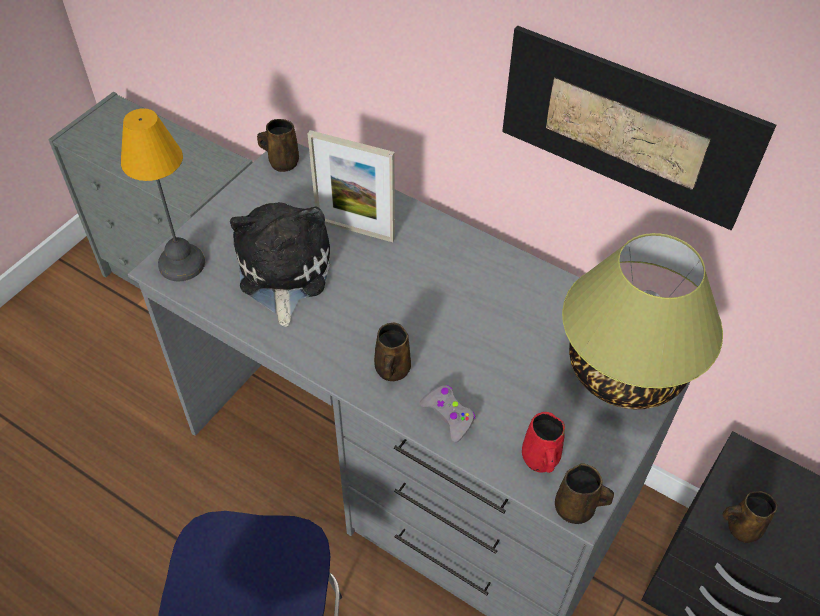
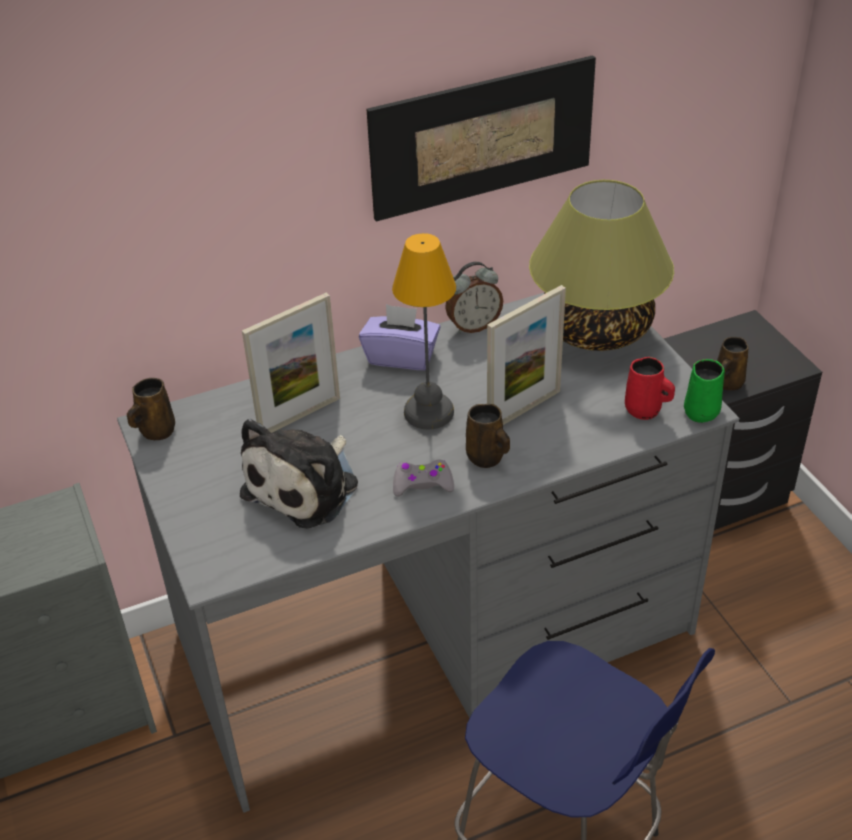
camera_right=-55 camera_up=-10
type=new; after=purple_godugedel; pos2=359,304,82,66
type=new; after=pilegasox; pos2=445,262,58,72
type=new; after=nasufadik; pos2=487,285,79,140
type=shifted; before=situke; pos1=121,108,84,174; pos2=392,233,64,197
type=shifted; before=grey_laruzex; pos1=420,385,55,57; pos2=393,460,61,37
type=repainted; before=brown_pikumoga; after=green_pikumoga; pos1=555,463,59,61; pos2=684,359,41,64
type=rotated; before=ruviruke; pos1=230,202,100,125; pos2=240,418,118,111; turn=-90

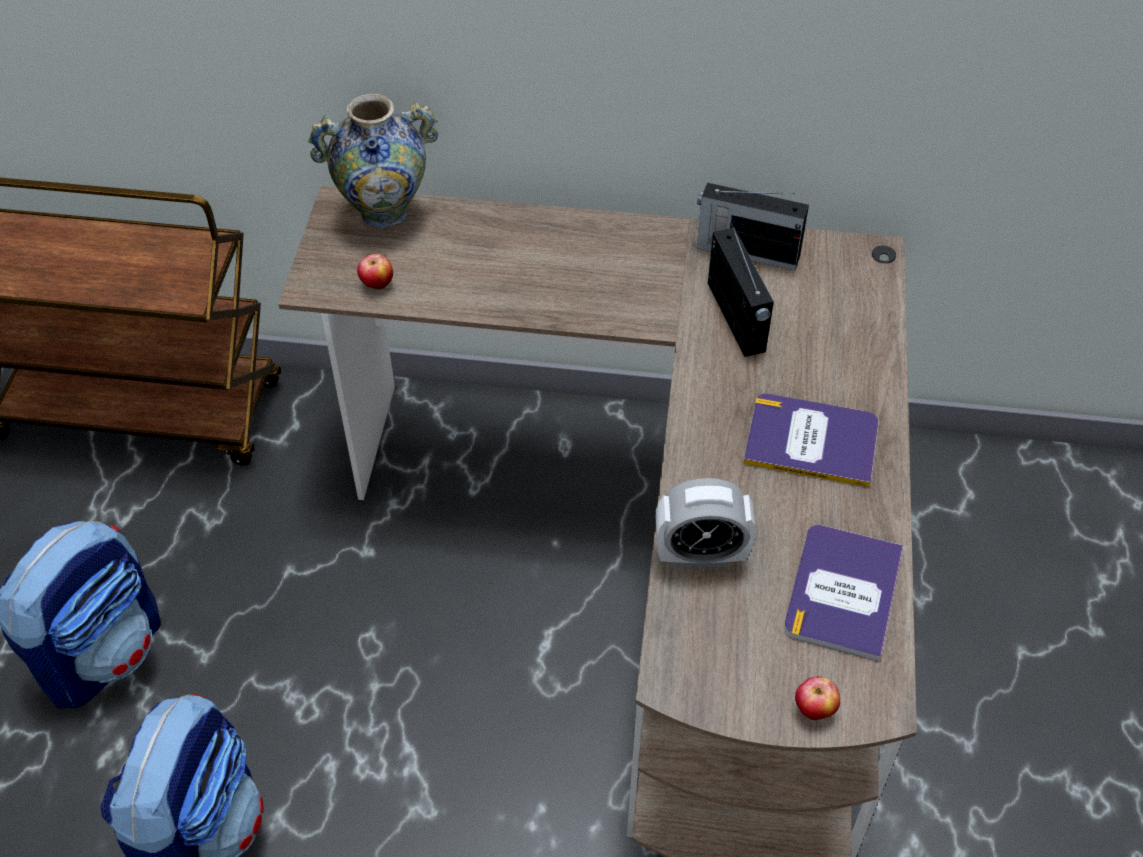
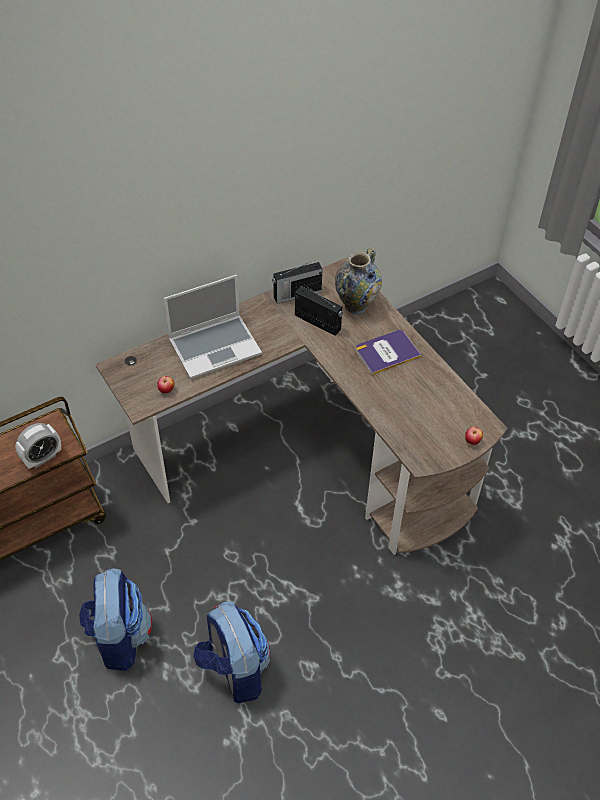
camera_right=-40 camera_up=0
type=gone; before=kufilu; pos1=784,525,119,136
type=new; after=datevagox; pos2=164,275,98,104
type=shifted; before=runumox; pos1=308,93,130,136; pos2=335,248,47,66
type=shifted; before=pilegasox; pos1=656,478,100,89; pos2=15,423,46,46

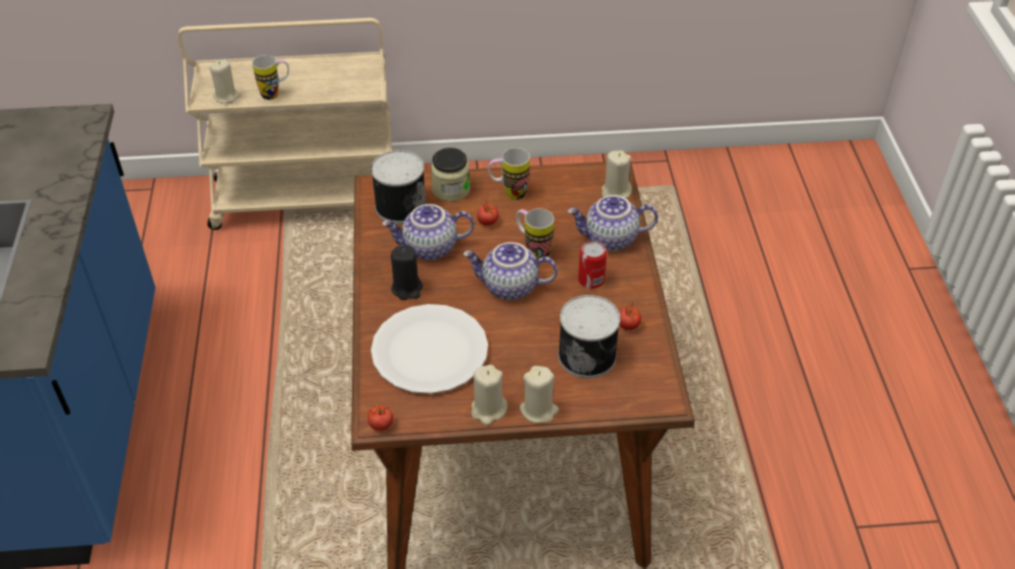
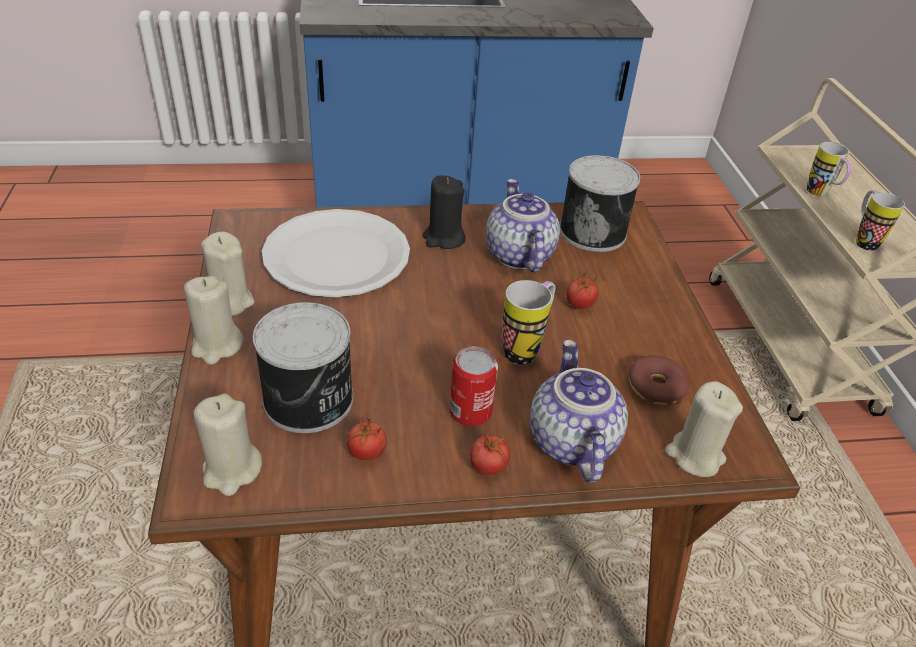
camera_right=85 camera_up=-5
type=gone; before=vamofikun; pos1=431,148,39,53
type=gone; before=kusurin; pos1=463,242,95,58
type=new; after=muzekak; pos2=629,355,60,50
type=shifted; before=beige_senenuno; pos1=209,60,32,43; pos2=193,394,69,102
type=shifted; before=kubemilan; pos1=368,404,25,27; pos2=470,425,40,50
type=shifted; before=pikumoga; pos1=488,148,42,52; pos2=856,190,49,61

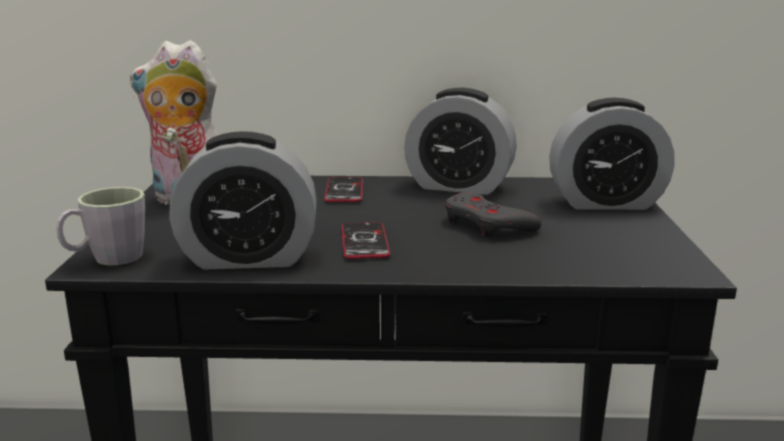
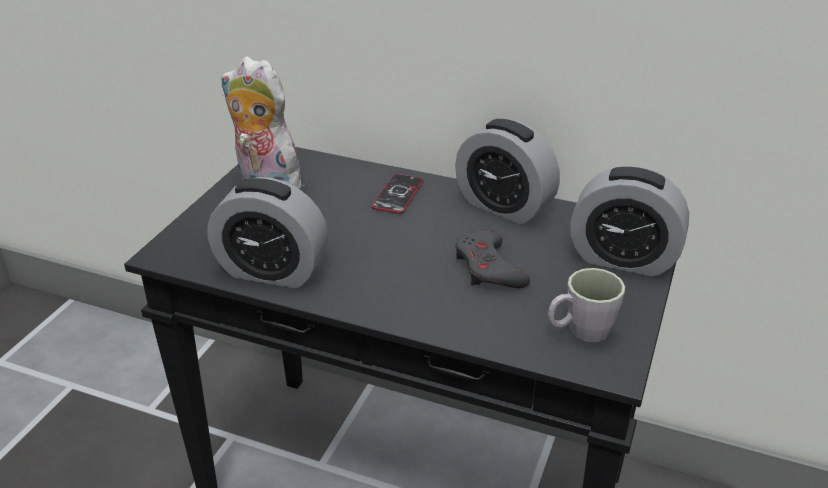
camera_right=20 camera_up=15
type=gone; before=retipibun; pos1=341,222,49,37
type=shifted; before=grey_pikumoga; pos1=56,187,89,79; pos2=548,268,77,74

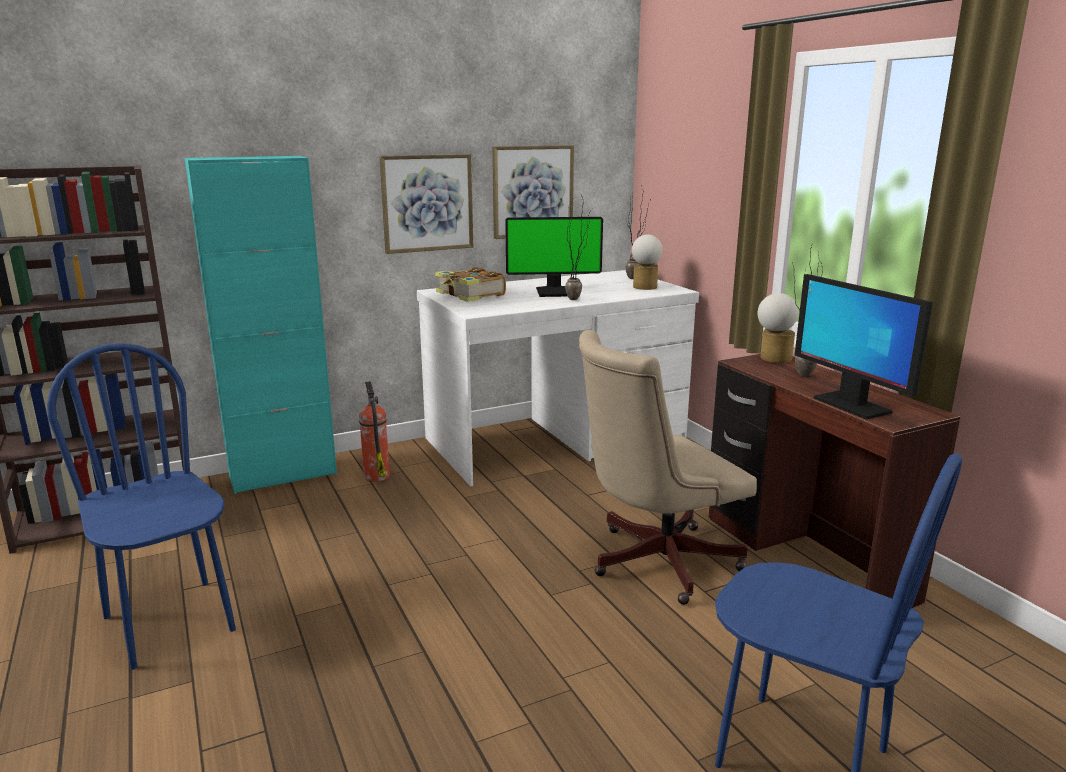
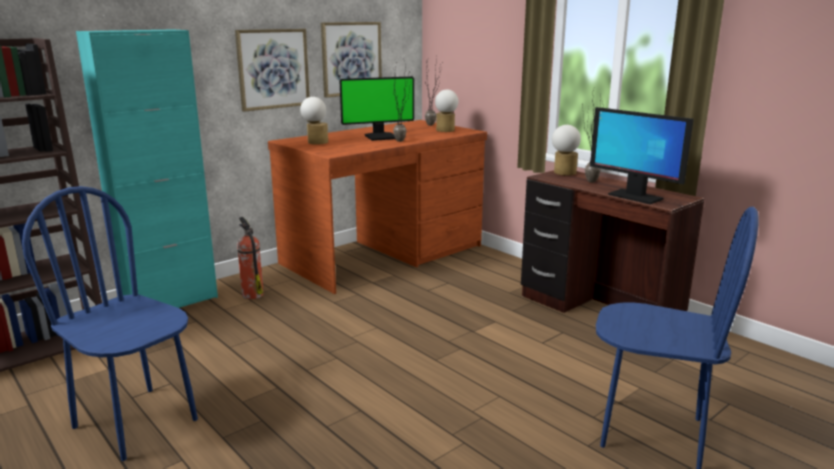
camera_right=-15 camera_up=0
type=gone; before=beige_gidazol; pos1=579,330,178,275
type=swapped; before=kufilu; after=situke; pos1=435,267,71,35; pos2=300,97,28,47
type=repainted; before=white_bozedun; after=brown_bozedun; pos1=417,270,282,216; pos2=268,120,219,174

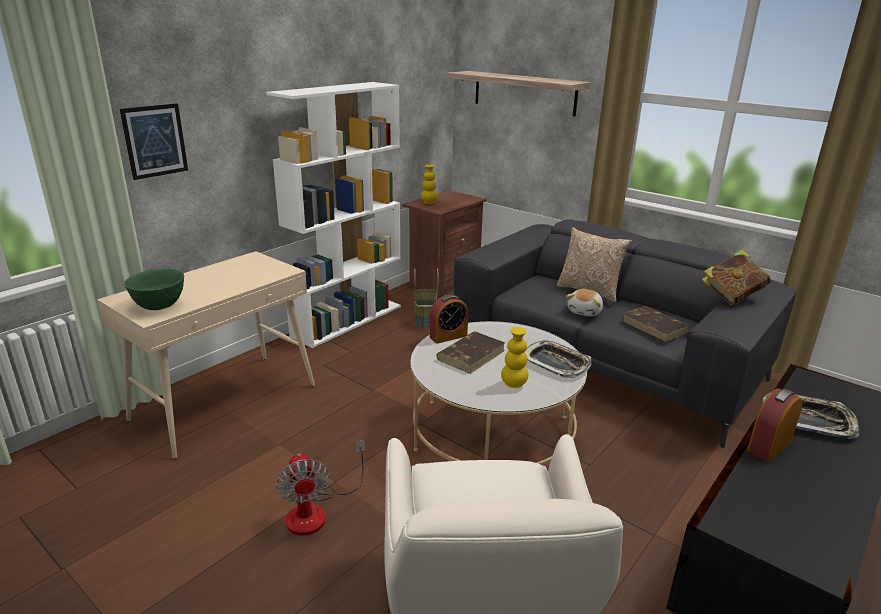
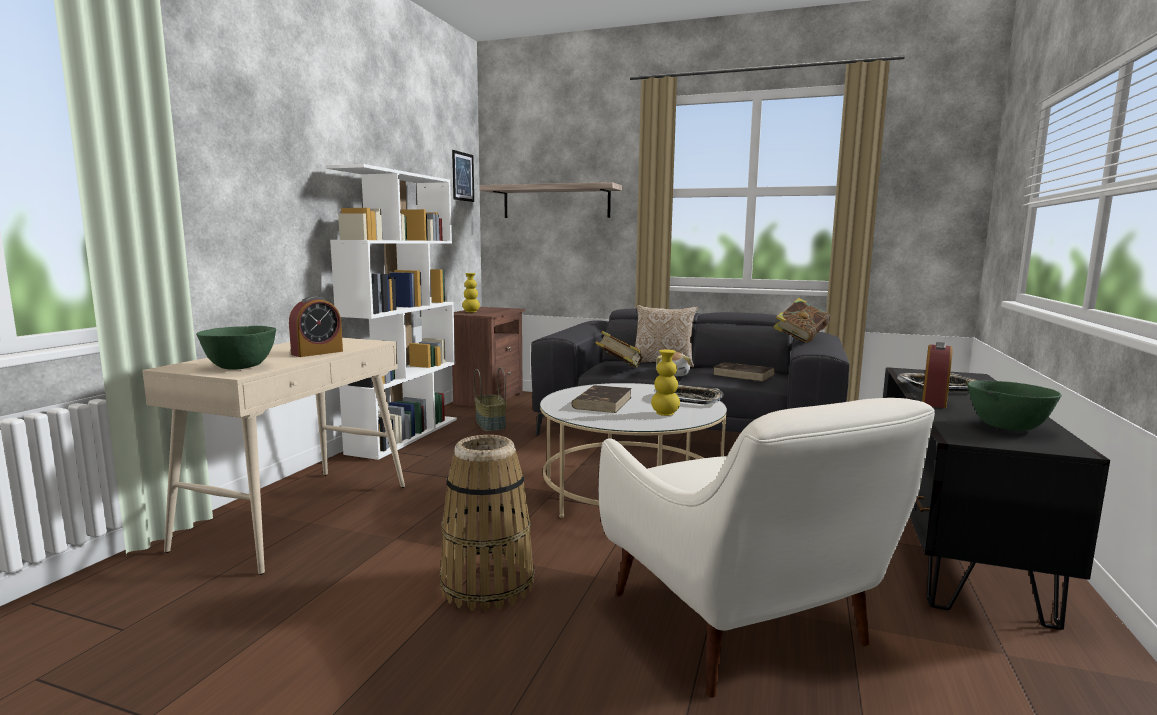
camera_right=-20 camera_up=-15
type=new; after=kufilu; pos2=595,330,48,38
type=new; after=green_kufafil; pos2=967,380,95,51
type=shifted; before=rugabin; pos1=120,103,68,77; pos2=452,150,22,52
type=shifted; before=pilegasox; pos1=430,295,38,49; pos2=289,296,54,61
type=swapped; before=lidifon; after=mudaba; pos1=276,440,89,96; pos2=440,435,94,176

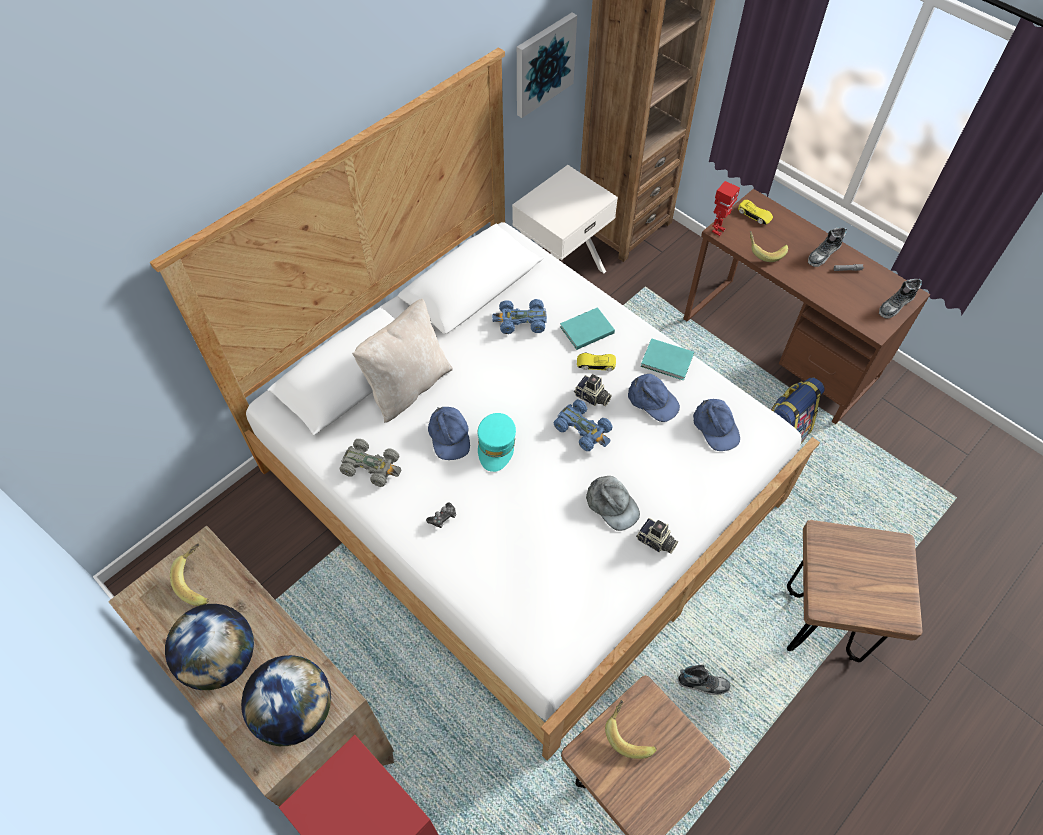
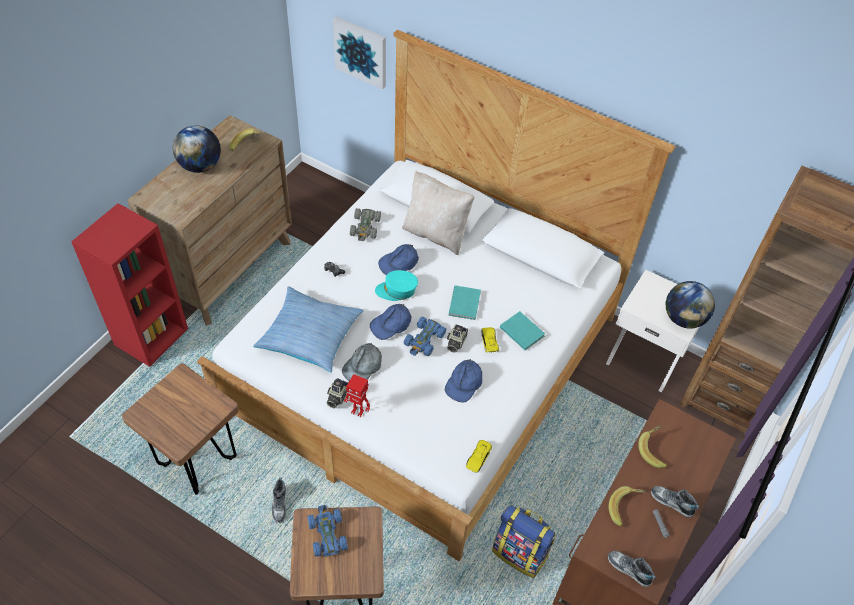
camera_right=75 camera_up=-5
type=new; after=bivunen; pos2=253,286,111,87
type=shifted; before=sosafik; pos1=241,655,90,91; pos2=666,281,49,48
type=shifted; before=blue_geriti; pos1=492,299,55,35; pos2=307,505,41,52
type=shifted; before=rugabin; pos1=517,13,60,105; pos2=333,17,53,72
type=shifted; before=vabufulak; pos1=605,700,52,59; pos2=609,486,37,41
type=shifted; before=turquoise_kufilu; pos1=640,338,54,43; pos2=449,285,32,35
type=shifted; before=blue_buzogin; pos1=693,399,47,52; pos2=370,304,42,36
type=shifted; before=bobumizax; pos1=712,181,28,55; pos2=344,374,26,43
type=shifted; before=yellow_geriti; pos1=738,200,35,25; pos2=466,440,26,33

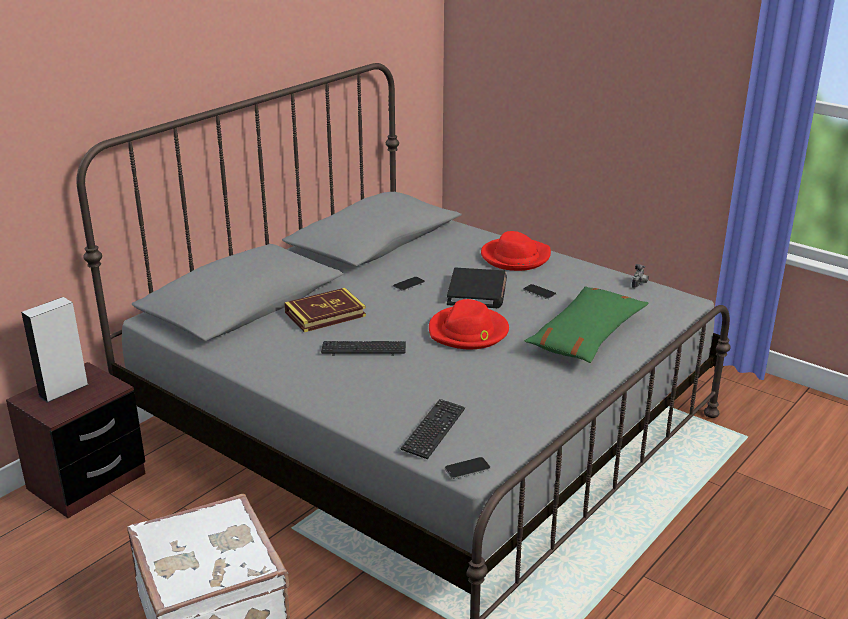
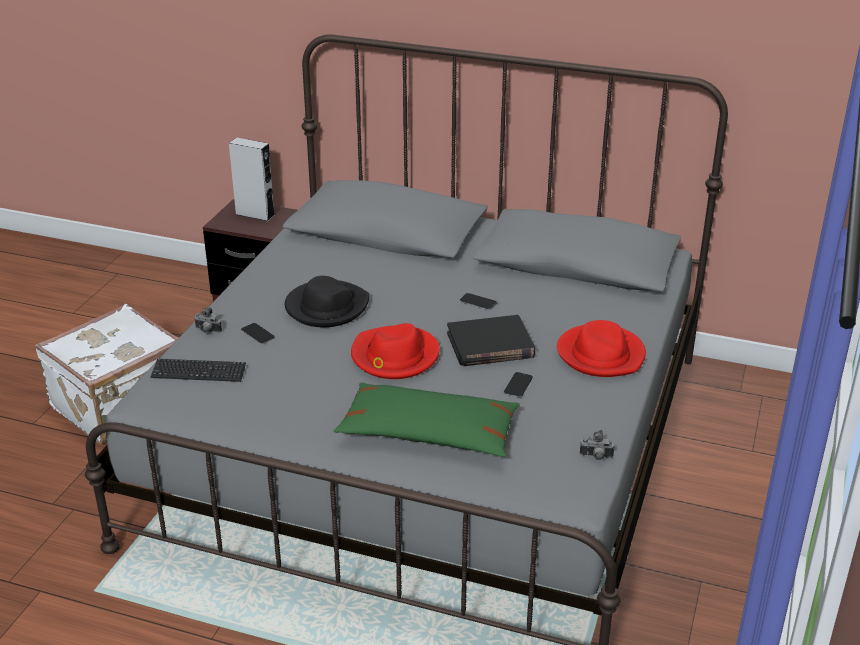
camera_right=70 camera_up=5
type=gone; before=kufilu; pos1=284,288,82,44
type=new; after=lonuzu; pos2=194,307,28,26
type=shifted; before=retipibun; pos1=445,457,45,22; pos2=241,323,34,21
type=swapped; before=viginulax; after=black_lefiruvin; pos1=321,341,85,15; pos2=285,276,85,51

